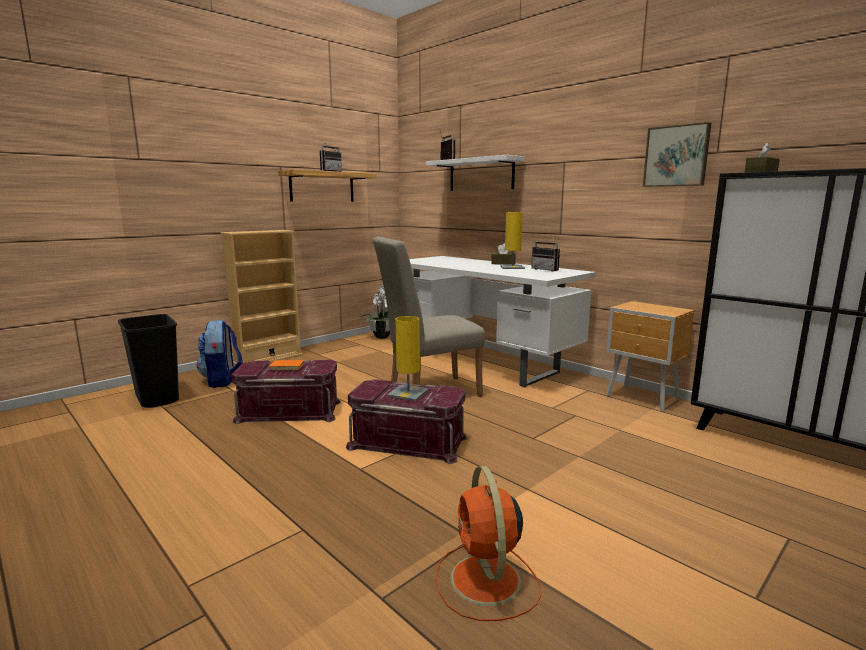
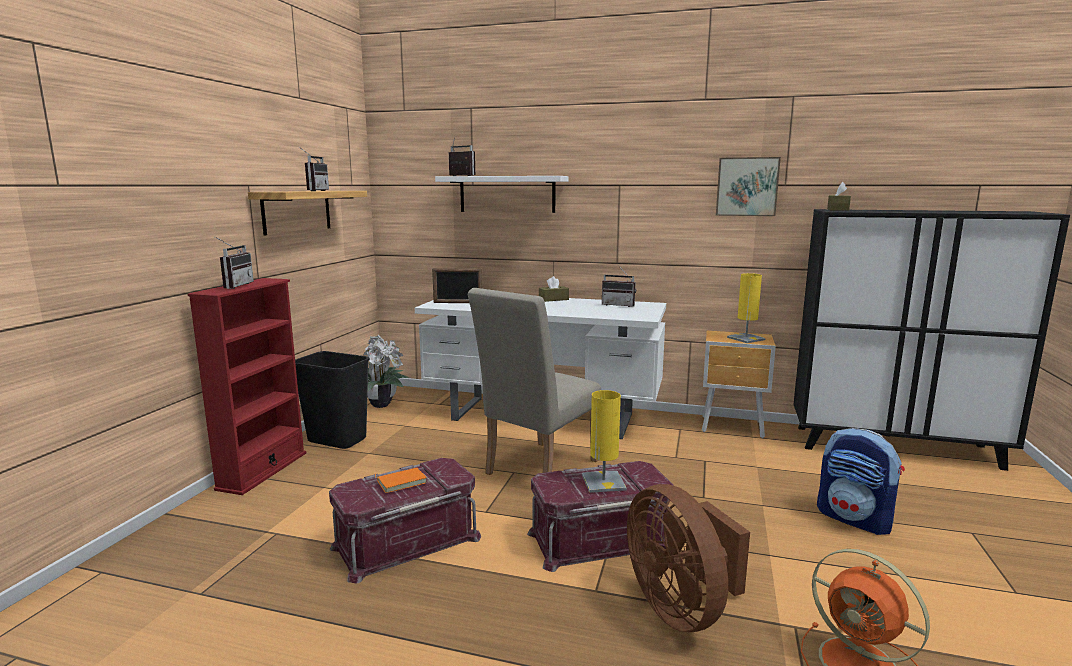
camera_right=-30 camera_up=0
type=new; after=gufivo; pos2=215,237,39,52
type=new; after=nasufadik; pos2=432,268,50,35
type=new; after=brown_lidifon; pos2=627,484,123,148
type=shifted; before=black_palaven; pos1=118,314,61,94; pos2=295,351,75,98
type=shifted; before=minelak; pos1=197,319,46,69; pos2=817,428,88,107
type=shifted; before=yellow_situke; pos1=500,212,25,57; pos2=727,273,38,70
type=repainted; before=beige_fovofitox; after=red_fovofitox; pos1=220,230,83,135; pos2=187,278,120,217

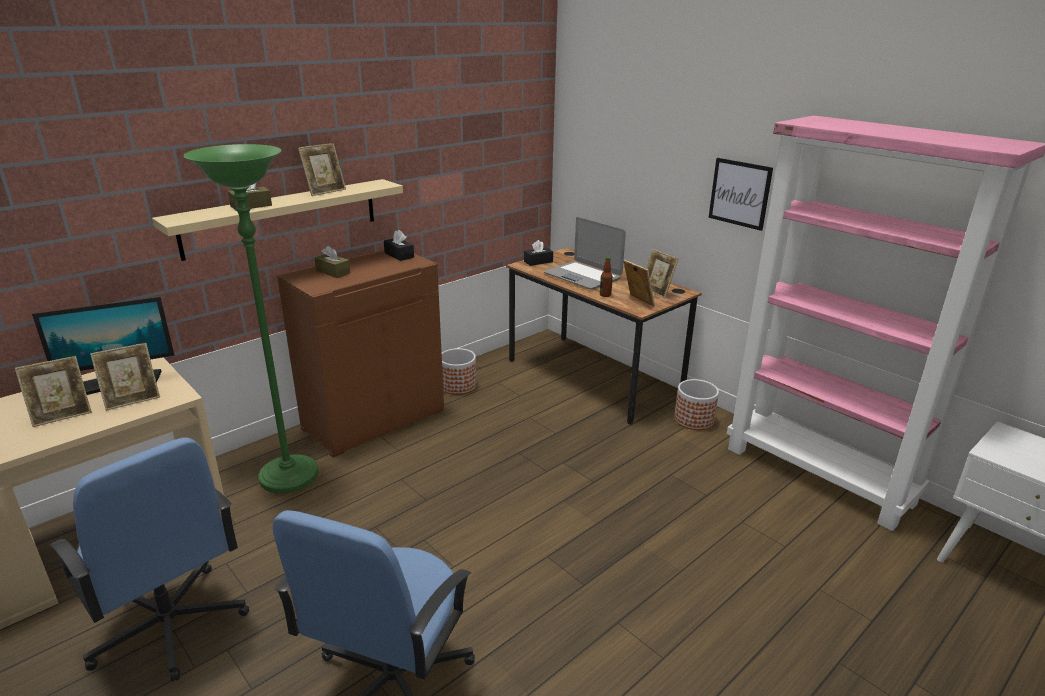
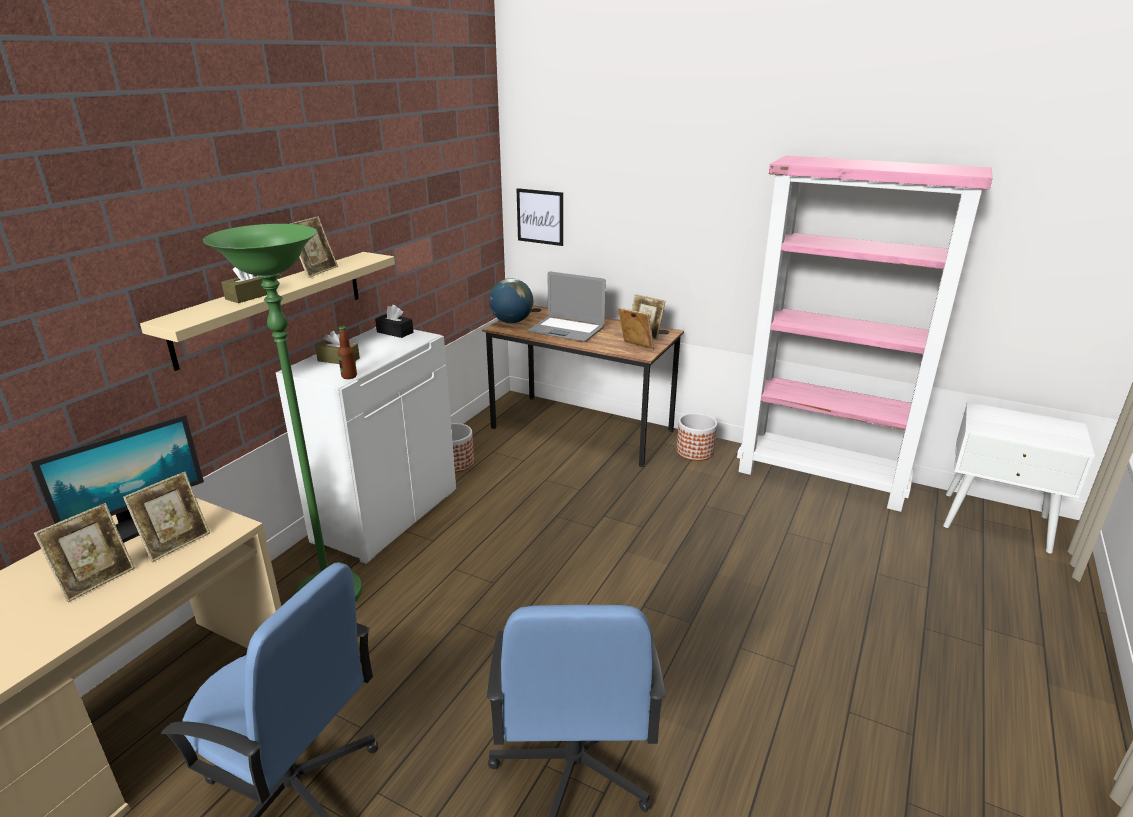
camera_right=-20 camera_up=0
type=shifted; before=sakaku; pos1=600,256,13,41; pos2=338,326,19,53
type=shifted; before=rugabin; pos1=708,158,65,73; pos2=517,188,46,58
type=swapped; before=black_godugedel; after=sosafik; pos1=524,240,29,26; pos2=489,278,44,45
type=repainted; before=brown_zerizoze; after=white_zerizoze; pos1=277,250,167,207; pos2=276,327,180,237

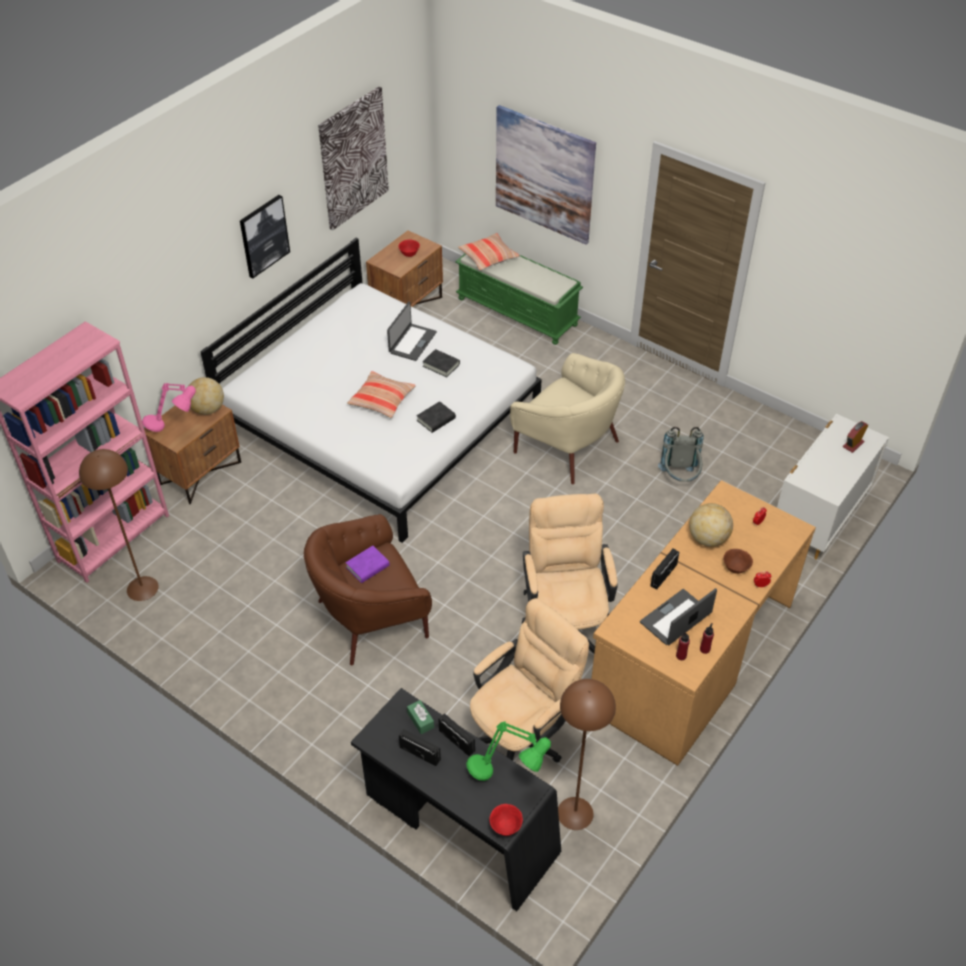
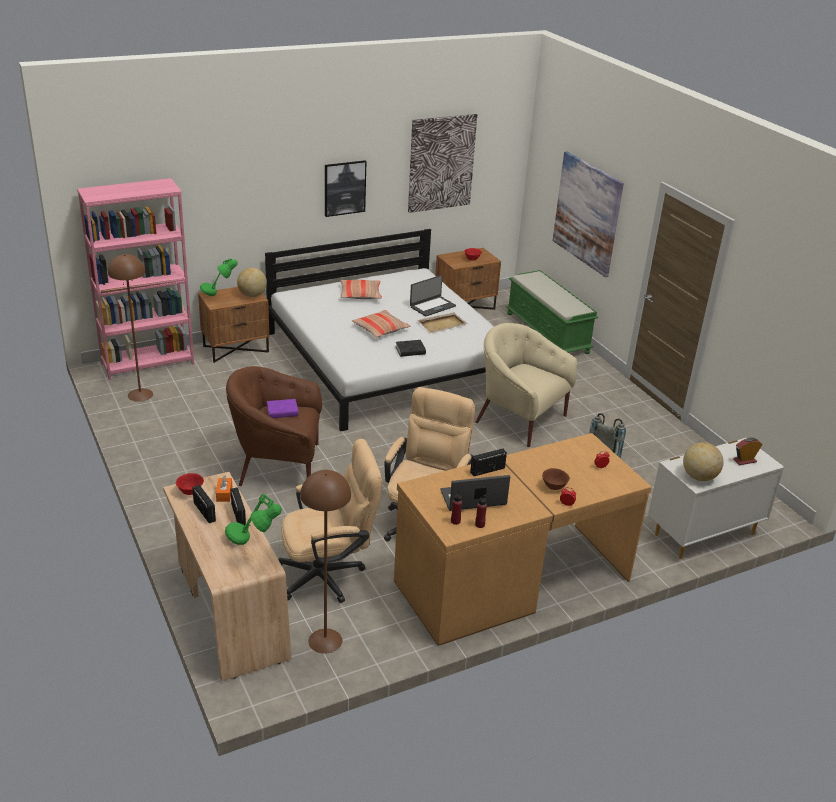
camera_right=25 camera_up=-15
type=shifted; before=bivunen; pos1=458,233,61,37; pos2=340,280,42,19
type=shifted; before=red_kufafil; pos1=489,804,34,32; pos2=176,473,28,22
type=shifted; before=sosafik; pos1=689,503,44,44; pos2=683,442,40,39
type=swapped; before=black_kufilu; after=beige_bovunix; pos1=423,349,37,28; pos2=417,312,51,21
type=repainted; before=pink_situke; after=green_situke; pos1=142,383,54,49; pos2=200,258,38,38
type=repainted; before=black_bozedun; after=beige_bozedun; pos1=351,688,210,223; pos2=163,472,129,209
type=repainted; before=green_godugedel; after=orange_godugedel; pos1=407,700,27,34; pos2=216,475,16,27
type=rotated; before=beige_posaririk; pos1=510,353,115,131; pos2=476,323,101,124; turn=150

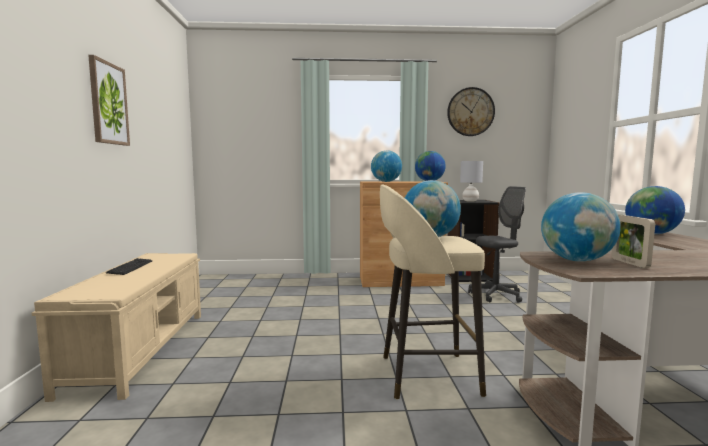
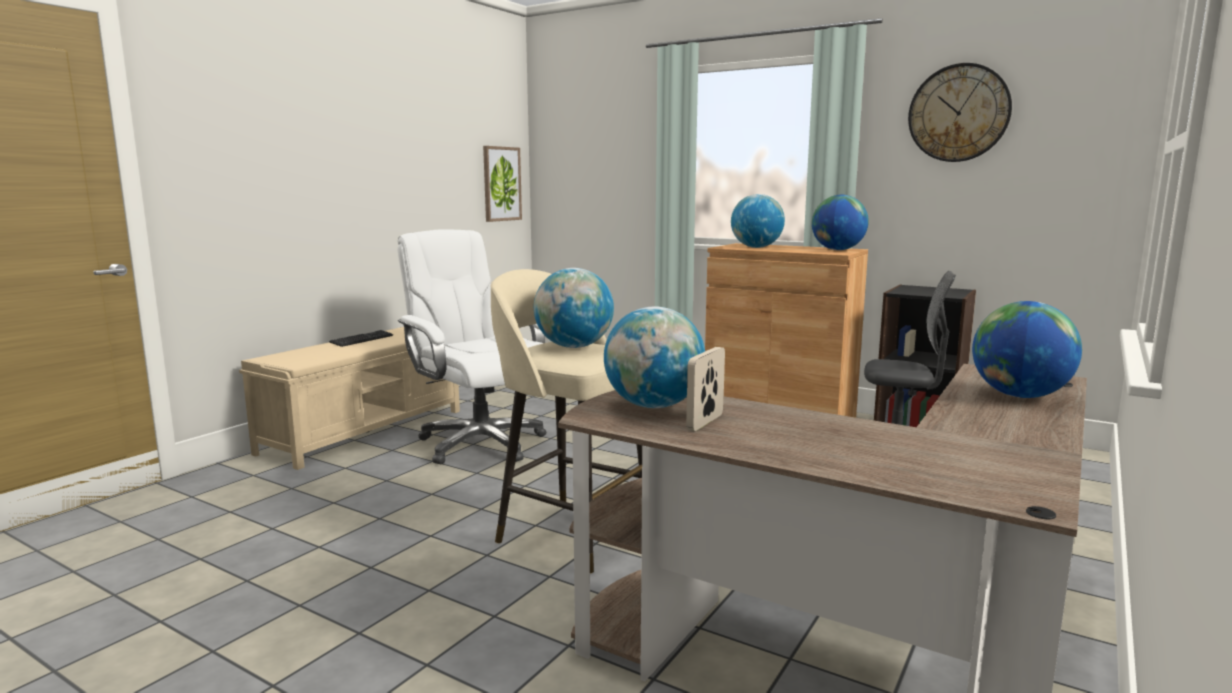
camera_right=35 camera_up=5
type=gone; before=grey_situke; pos1=460,161,23,41
type=new; after=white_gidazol; pos2=397,229,149,235
type=shifted; before=rugabin; pos1=88,55,42,91; pos2=483,146,39,76

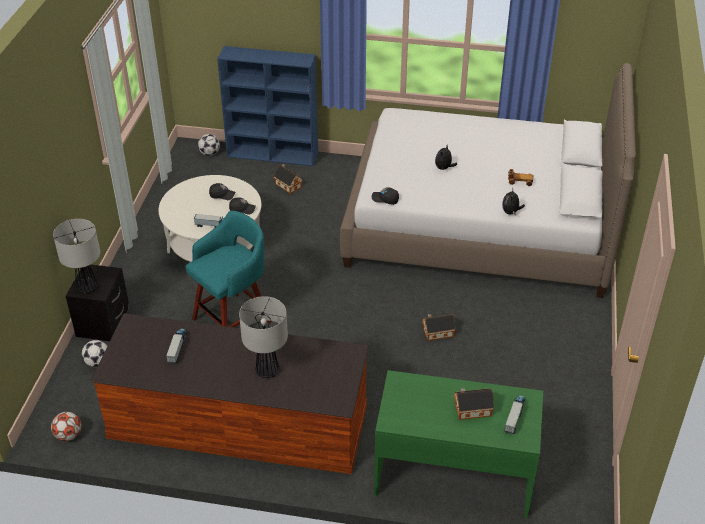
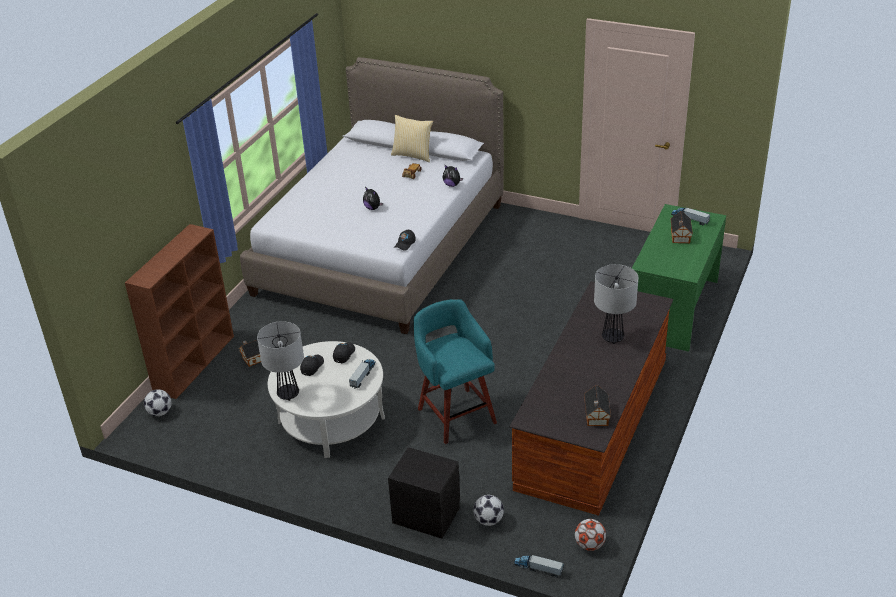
camera_right=-75 camera_up=-5
type=new; after=bivunen; pos2=391,115,42,47
type=shifted; before=situke; pos1=53,219,47,74; pos2=257,321,47,80
type=shifted; before=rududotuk; pos1=166,329,21,35; pos2=514,554,50,23
type=shifted; before=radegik; pos1=422,314,34,27; pos2=584,385,27,41
type=repainted; before=blue_fovofitox; after=brown_fovofitox; pos1=217,46,101,120; pos2=125,224,109,175

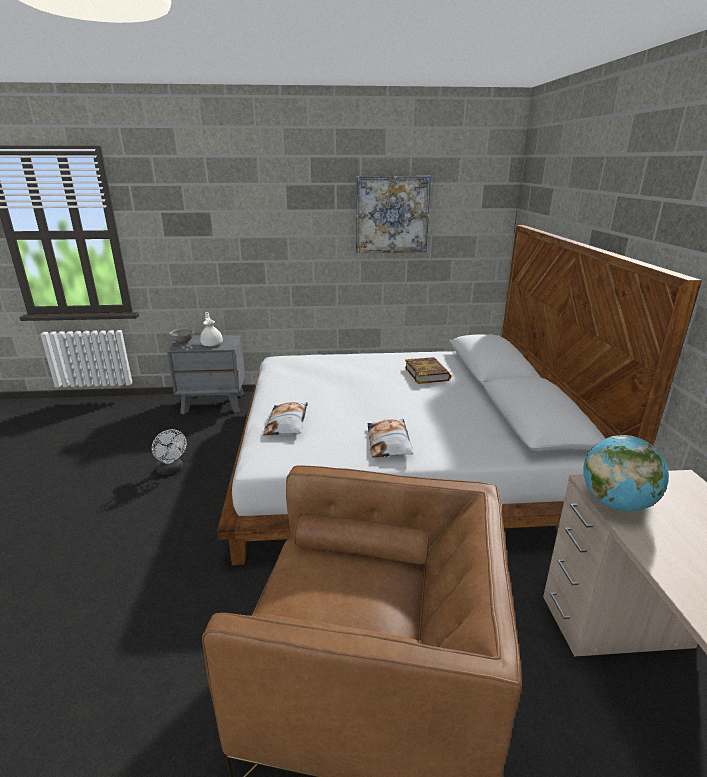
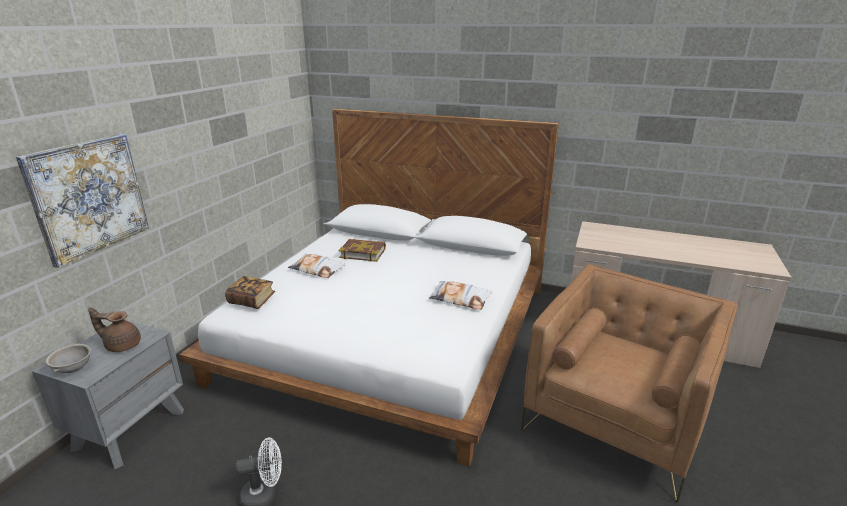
camera_right=-65 camera_up=0
type=gone; before=sosafik; pos1=583,435,86,76
type=new; after=kufilu; pos2=225,276,50,33
type=shifted; before=bivunen; pos1=263,402,45,33; pos2=288,254,58,24
type=shifted; before=rugabin; pos1=356,176,75,77; pos2=16,134,133,134
type=repainted; before=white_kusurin; after=brown_kusurin; pos1=200,312,23,34; pos2=88,307,53,45

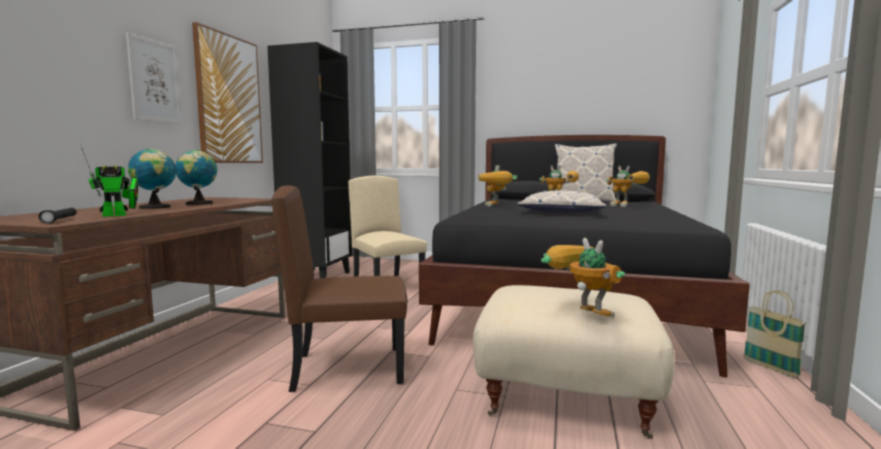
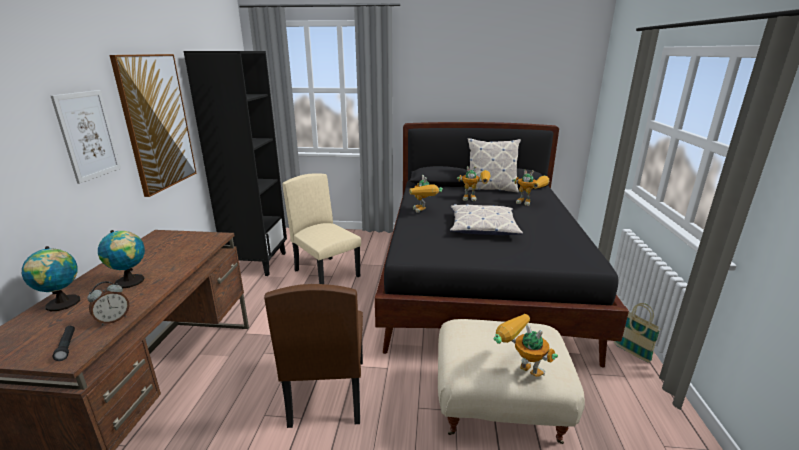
camera_right=-10 camera_up=15
type=shifted; before=sosafik; pos1=175,150,42,55; pos2=22,246,58,65
type=swapped; before=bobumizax; after=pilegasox; pos1=80,144,58,73; pos2=87,281,42,45
type=rotated; before=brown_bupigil; pos1=272,186,136,206; pos2=264,284,99,144; turn=-75

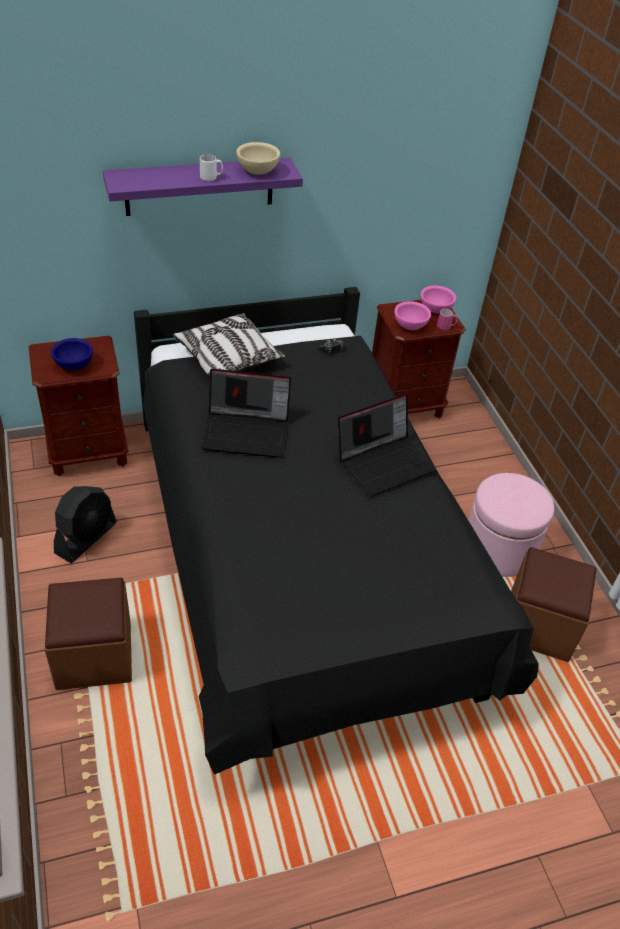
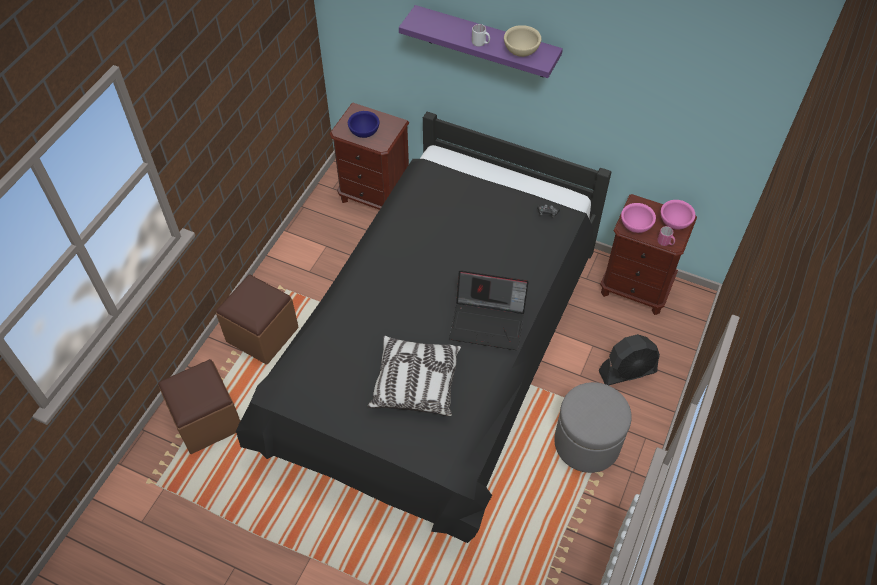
camera_right=45 camera_up=10
type=gone; before=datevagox; pos1=201,369,90,89
type=shifted; before=black_lidifon; pos1=54,486,63,77; pos2=599,334,61,51
type=shifted; before=bivunen; pos1=173,313,112,65; pos2=367,336,94,80
type=shifted; before=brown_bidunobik; pos1=511,547,86,115; pos2=158,359,82,95
type=repainted; before=pink_bidunobik; after=grey_bidunobik; pos1=468,473,86,104; pos2=554,382,78,91

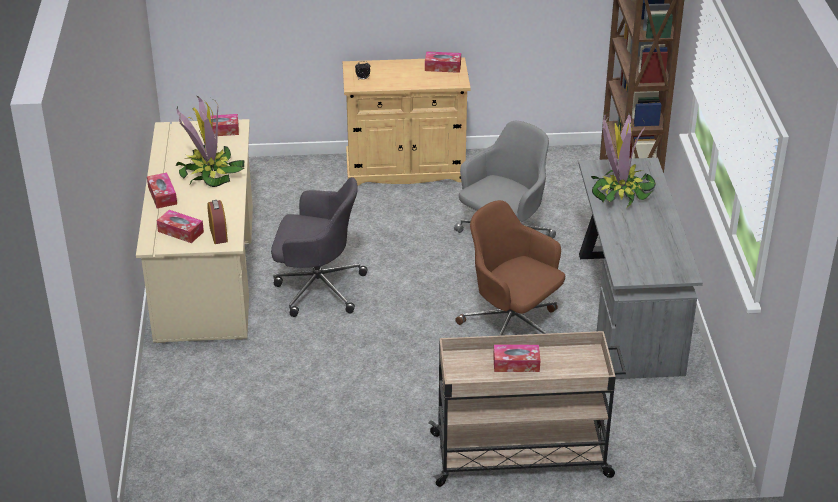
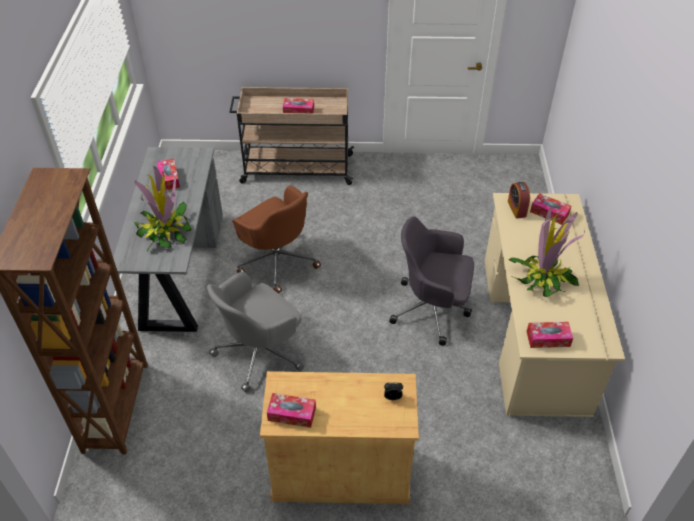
camera_right=-175 camera_up=10
type=shifted; before=godugedel; pos1=147,173,30,35; pos2=157,159,23,31

